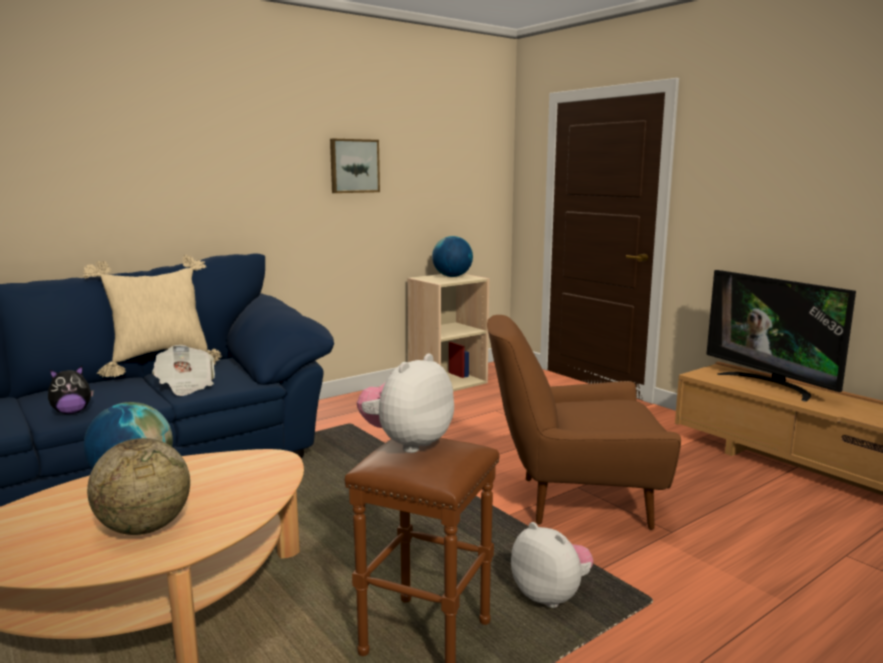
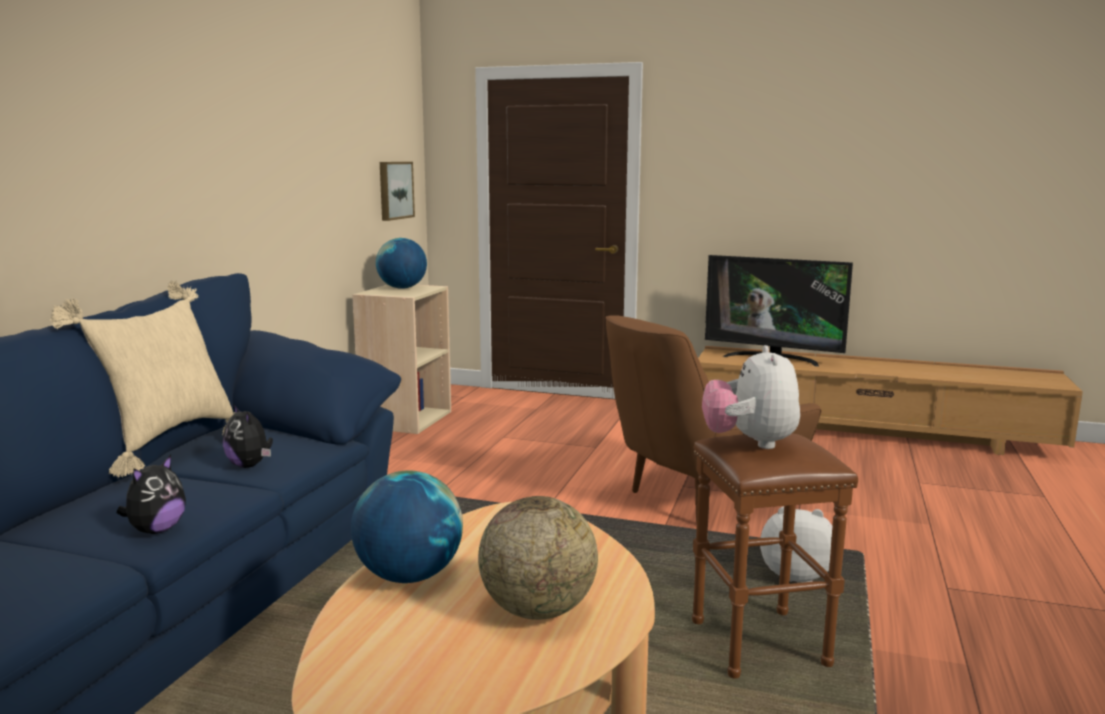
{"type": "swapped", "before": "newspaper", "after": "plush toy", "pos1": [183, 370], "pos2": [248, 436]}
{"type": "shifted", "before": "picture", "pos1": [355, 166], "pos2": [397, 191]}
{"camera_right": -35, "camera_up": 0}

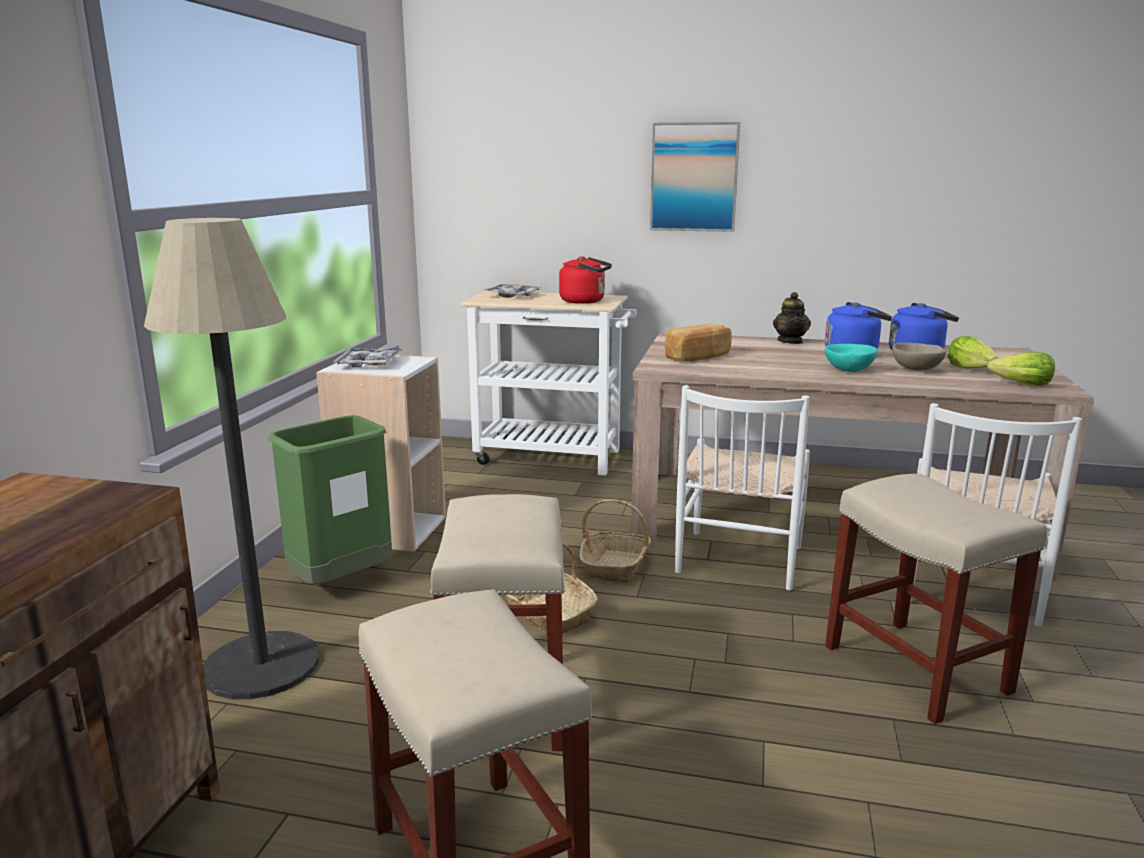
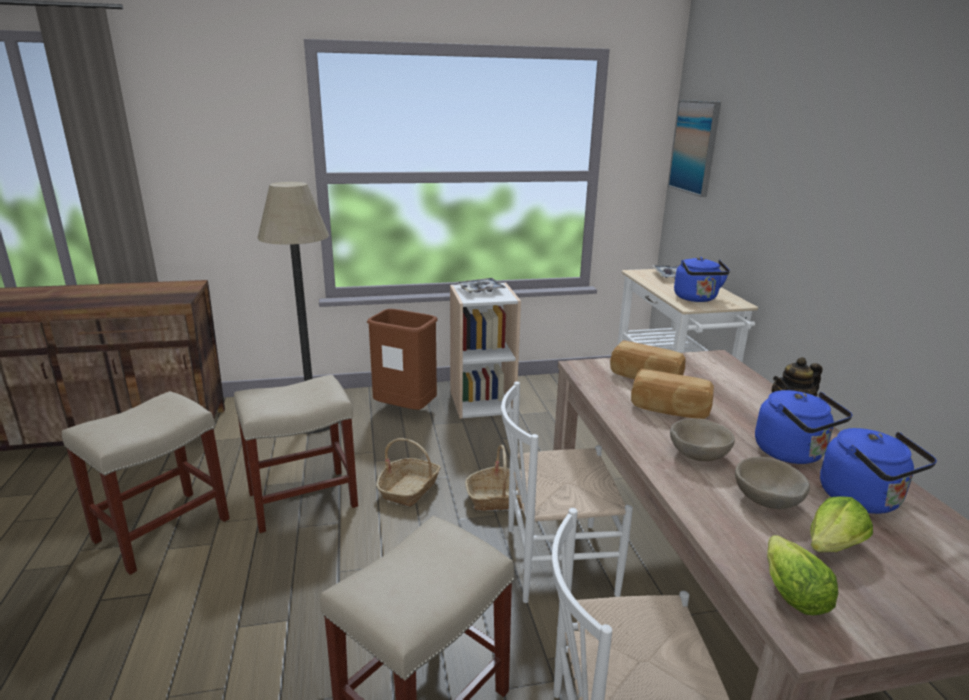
{"type": "repainted", "before": "green trash can", "after": "brown trash can", "pos1": [330, 500], "pos2": [402, 359]}
{"type": "new", "after": "bread", "pos2": [672, 394]}
{"type": "shifted", "before": "picture", "pos1": [695, 177], "pos2": [694, 148]}
{"type": "repainted", "before": "turquoise bowl", "after": "beige bowl", "pos1": [851, 358], "pos2": [702, 439]}
{"type": "repainted", "before": "red kettle", "after": "blue kettle", "pos1": [585, 280], "pos2": [702, 279]}
{"camera_right": 65, "camera_up": 5}

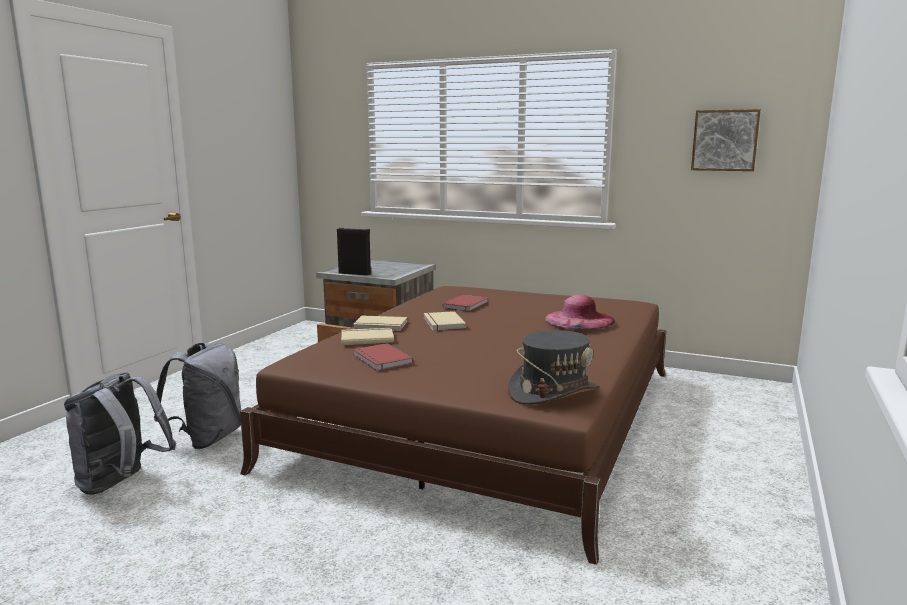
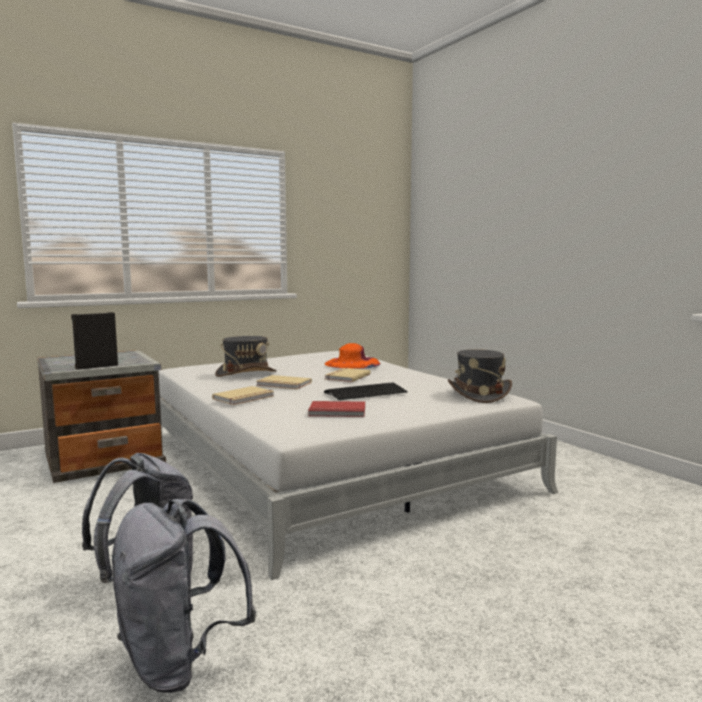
{"type": "repainted", "before": "brown bed", "after": "white bed", "pos1": [453, 425], "pos2": [358, 465]}
{"type": "swapped", "before": "red book", "after": "grey hat", "pos1": [465, 303], "pos2": [245, 356]}
{"type": "repainted", "before": "pink hat", "after": "orange hat", "pos1": [580, 312], "pos2": [352, 356]}
{"type": "new", "after": "keyboard", "pos2": [366, 391]}
{"type": "shifted", "before": "beige book", "pos1": [367, 336], "pos2": [348, 375]}
{"type": "gone", "before": "picture", "pos1": [726, 140]}
{"camera_right": -55, "camera_up": -5}

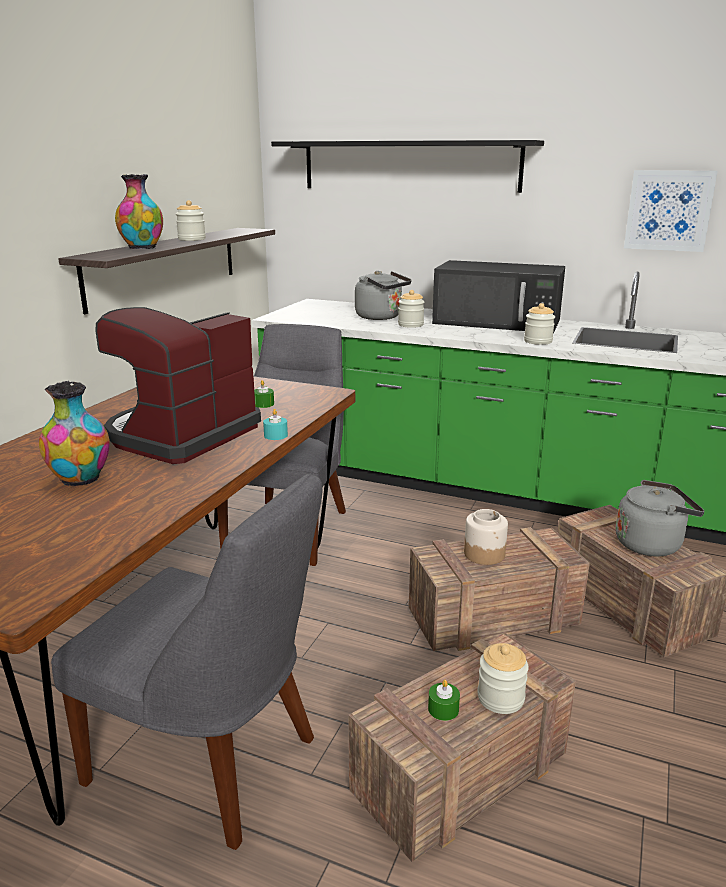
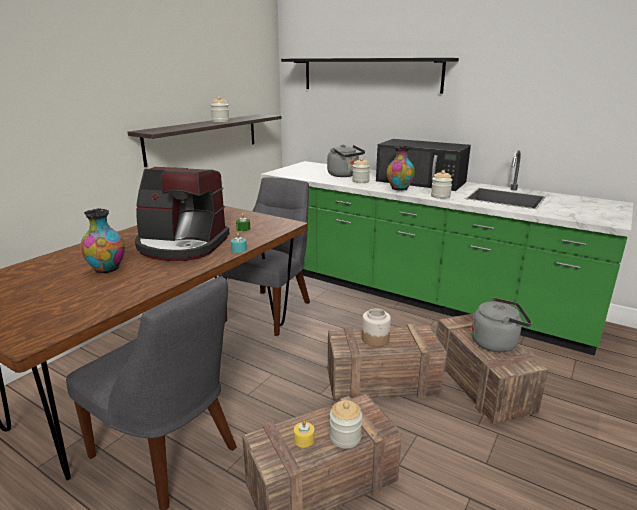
{"type": "rotated", "before": "coffee machine", "pos1": [178, 385], "pos2": [182, 214], "turn": -120}
{"type": "repainted", "before": "green candle", "after": "yellow candle", "pos1": [444, 700], "pos2": [304, 434]}
{"type": "shifted", "before": "vase", "pos1": [139, 211], "pos2": [401, 168]}
{"type": "gone", "before": "picture", "pos1": [671, 211]}
{"camera_right": 10, "camera_up": 0}

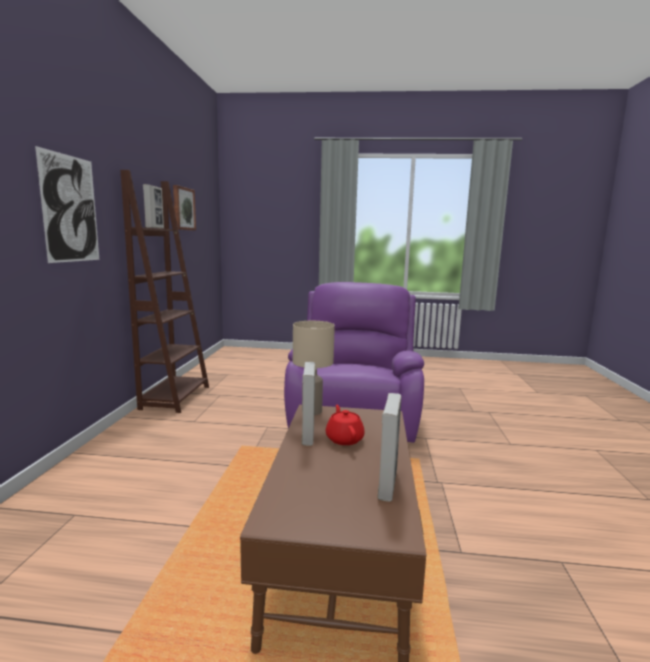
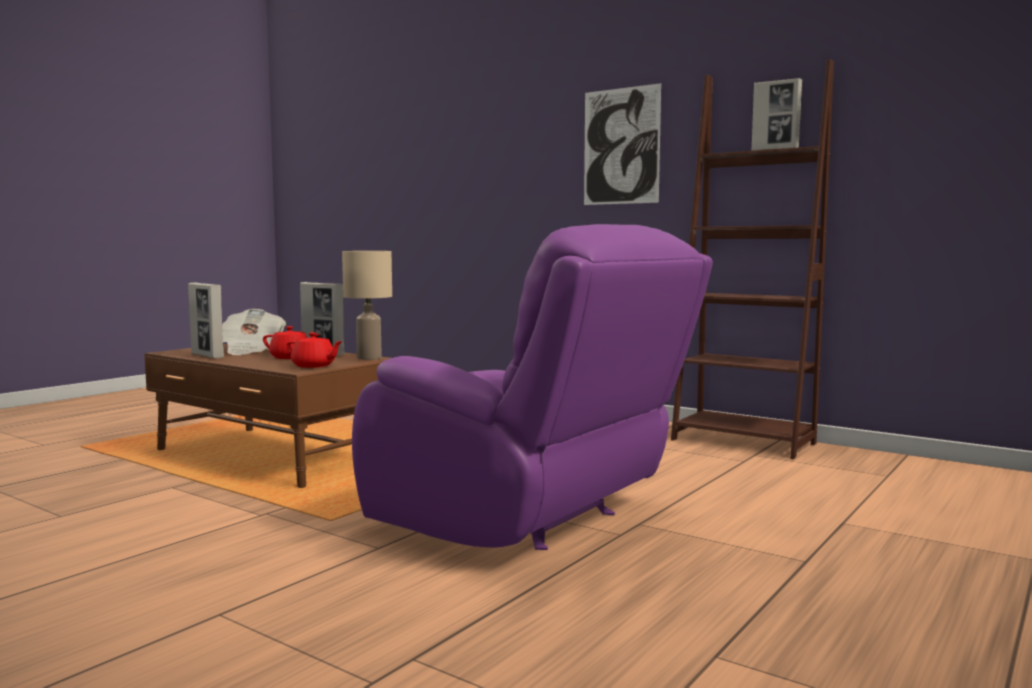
{"type": "new", "after": "newspaper", "pos2": [254, 332]}
{"type": "new", "after": "red teapot", "pos2": [314, 350]}
{"type": "gone", "before": "picture", "pos1": [184, 208]}
{"camera_right": 120, "camera_up": -5}

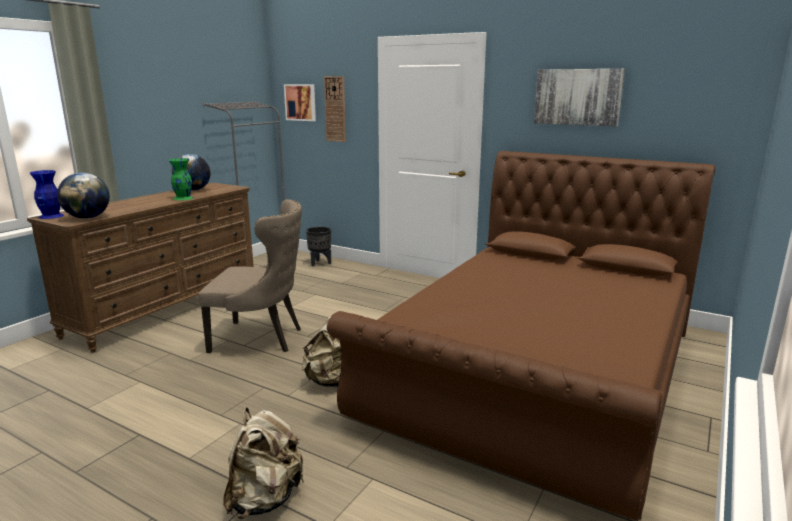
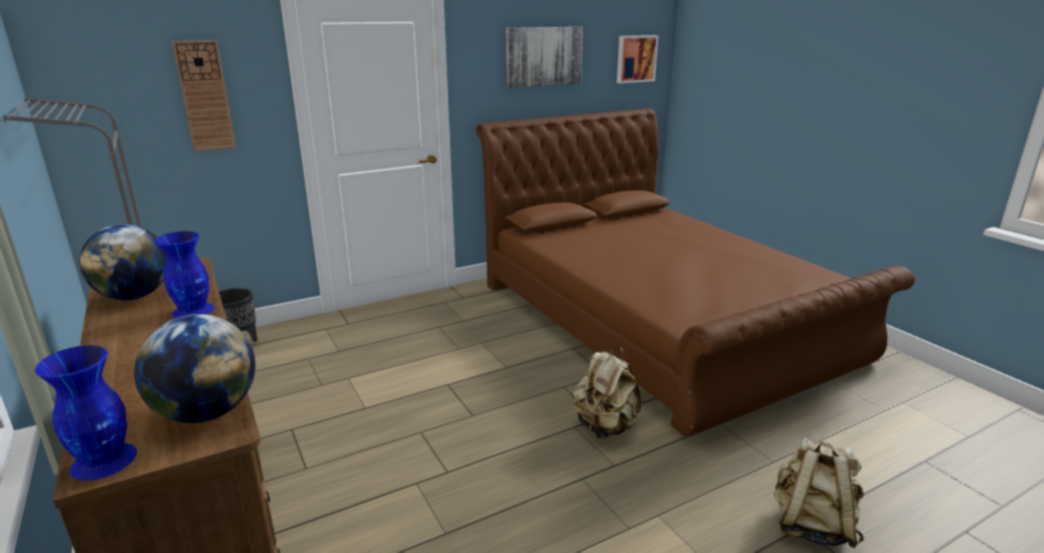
{"type": "repainted", "before": "green vase", "after": "blue vase", "pos1": [181, 179], "pos2": [185, 274]}
{"type": "shifted", "before": "picture", "pos1": [300, 102], "pos2": [638, 59]}
{"type": "gone", "before": "beige chair", "pos1": [250, 276]}
{"camera_right": -60, "camera_up": 5}

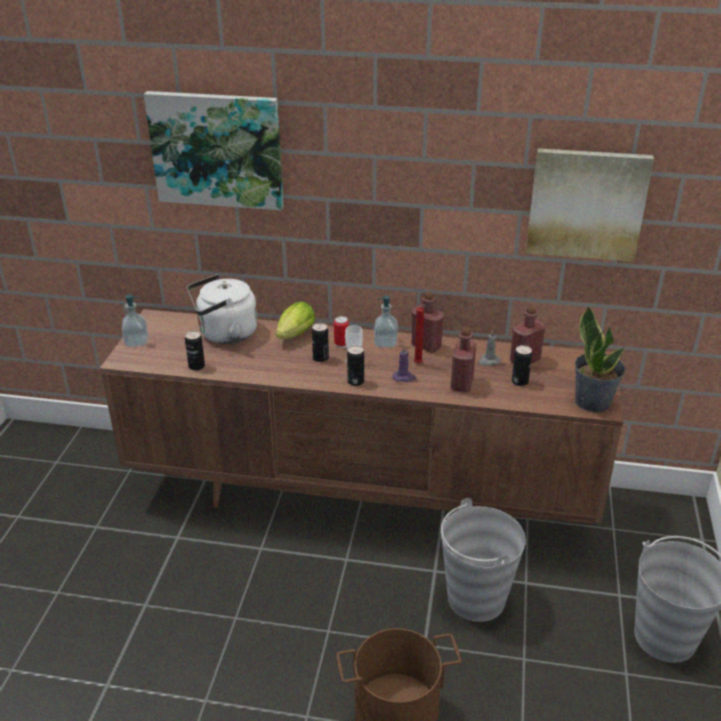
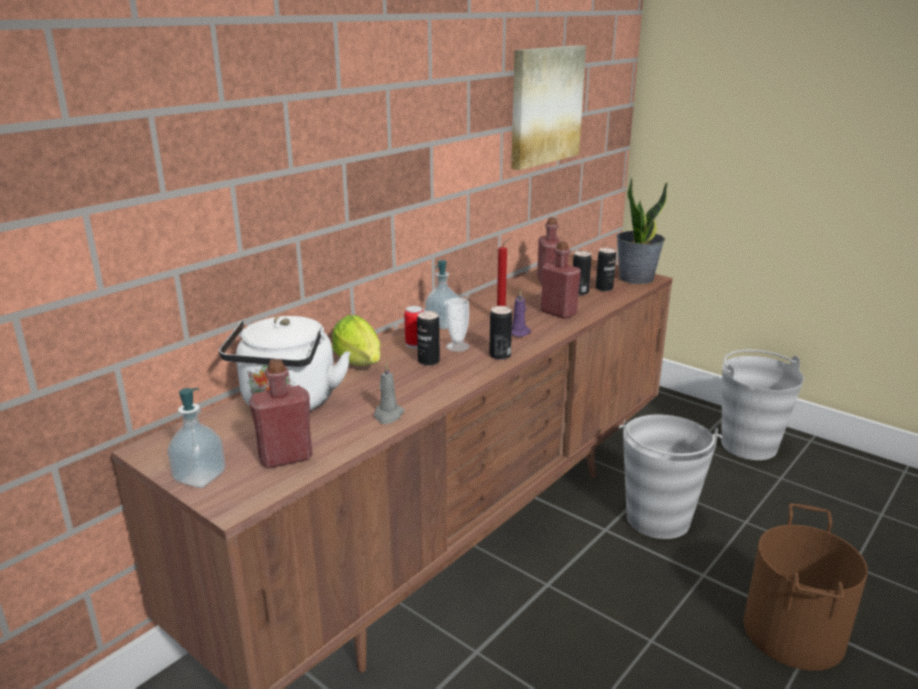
{"type": "shifted", "before": "red bottle", "pos1": [427, 322], "pos2": [280, 413]}
{"type": "shifted", "before": "grey candle", "pos1": [489, 348], "pos2": [389, 393]}
{"type": "shifted", "before": "can", "pos1": [195, 351], "pos2": [606, 269]}
{"type": "gone", "before": "picture", "pos1": [213, 150]}
{"camera_right": -60, "camera_up": -10}

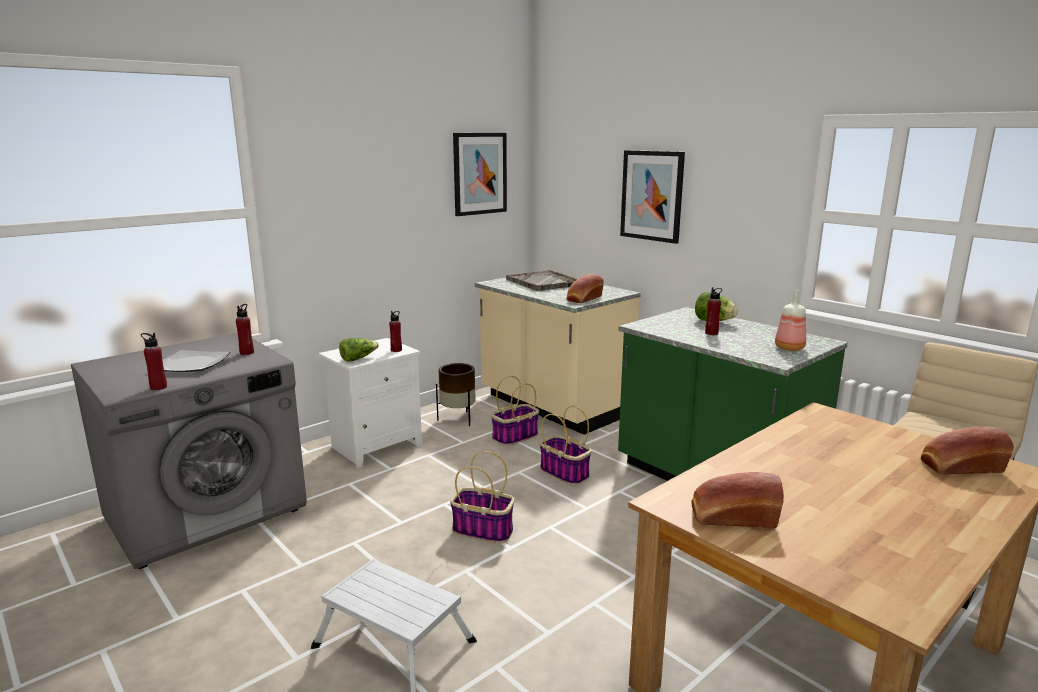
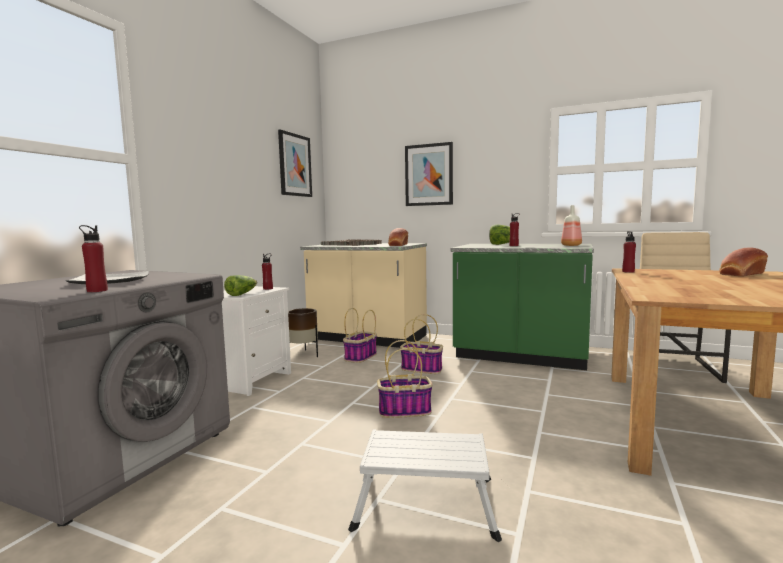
{"type": "shifted", "before": "red bottle", "pos1": [245, 329], "pos2": [629, 252]}
{"type": "gone", "before": "bread", "pos1": [737, 500]}
{"camera_right": -25, "camera_up": -10}

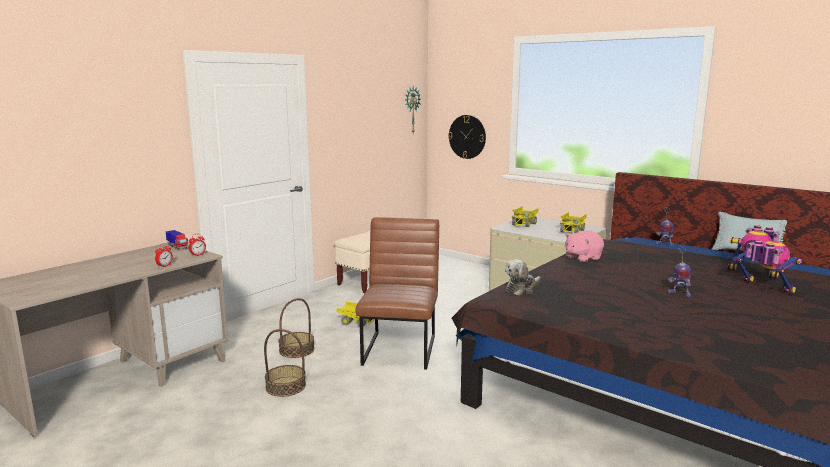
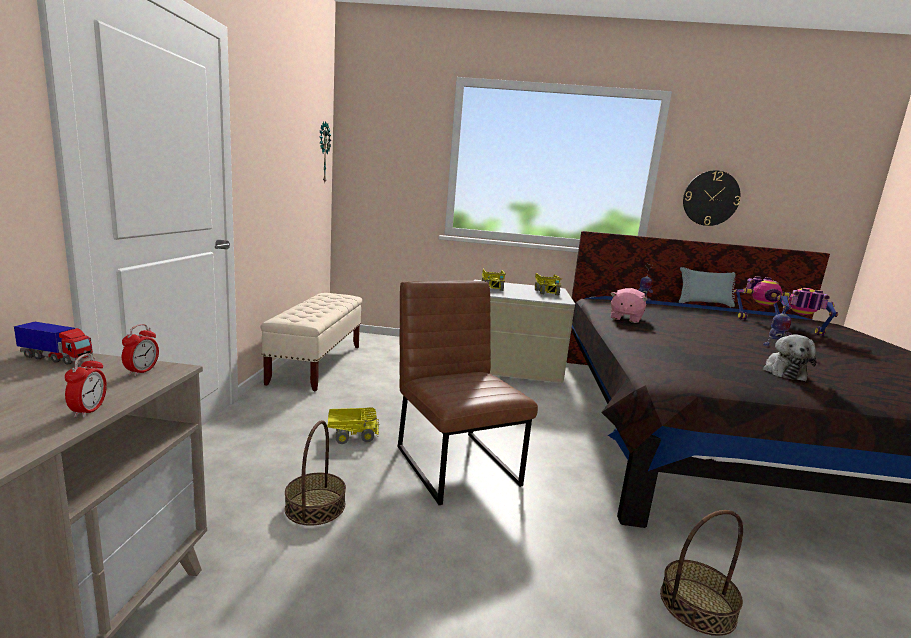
{"type": "shifted", "before": "basket", "pos1": [285, 363], "pos2": [701, 573]}
{"type": "shifted", "before": "wall clock", "pos1": [467, 137], "pos2": [711, 198]}
{"type": "shifted", "before": "plush toy", "pos1": [523, 277], "pos2": [790, 357]}
{"camera_right": -35, "camera_up": 0}

